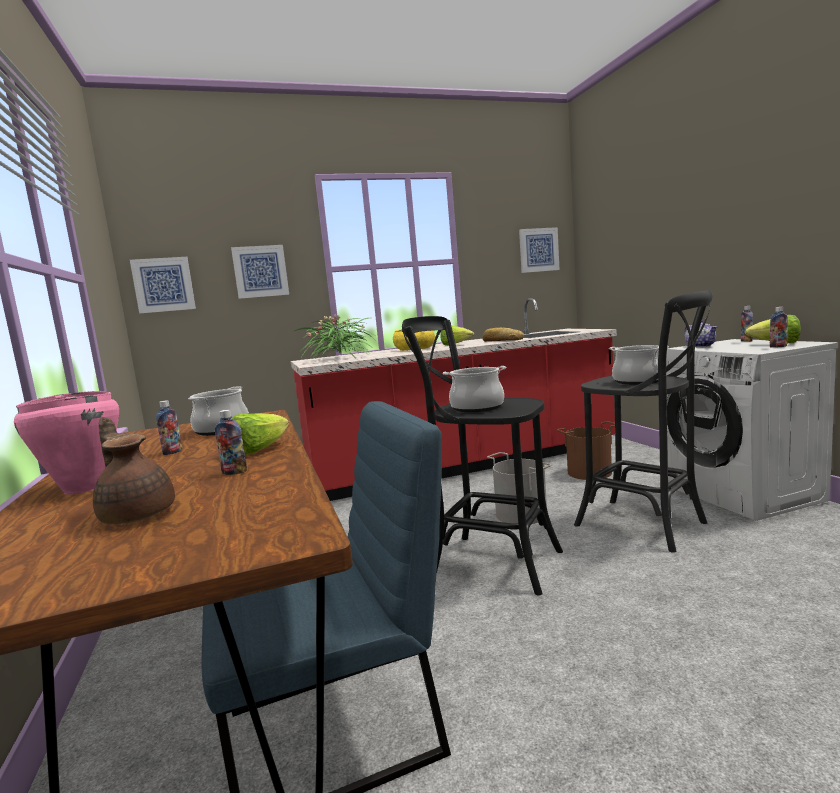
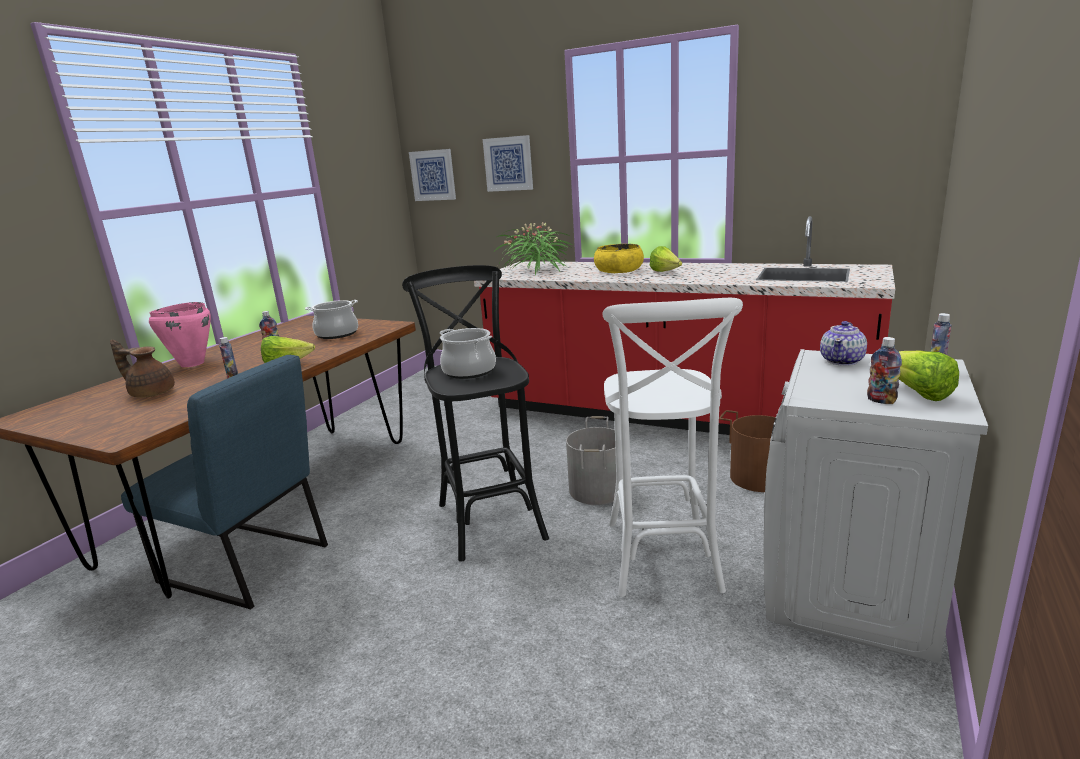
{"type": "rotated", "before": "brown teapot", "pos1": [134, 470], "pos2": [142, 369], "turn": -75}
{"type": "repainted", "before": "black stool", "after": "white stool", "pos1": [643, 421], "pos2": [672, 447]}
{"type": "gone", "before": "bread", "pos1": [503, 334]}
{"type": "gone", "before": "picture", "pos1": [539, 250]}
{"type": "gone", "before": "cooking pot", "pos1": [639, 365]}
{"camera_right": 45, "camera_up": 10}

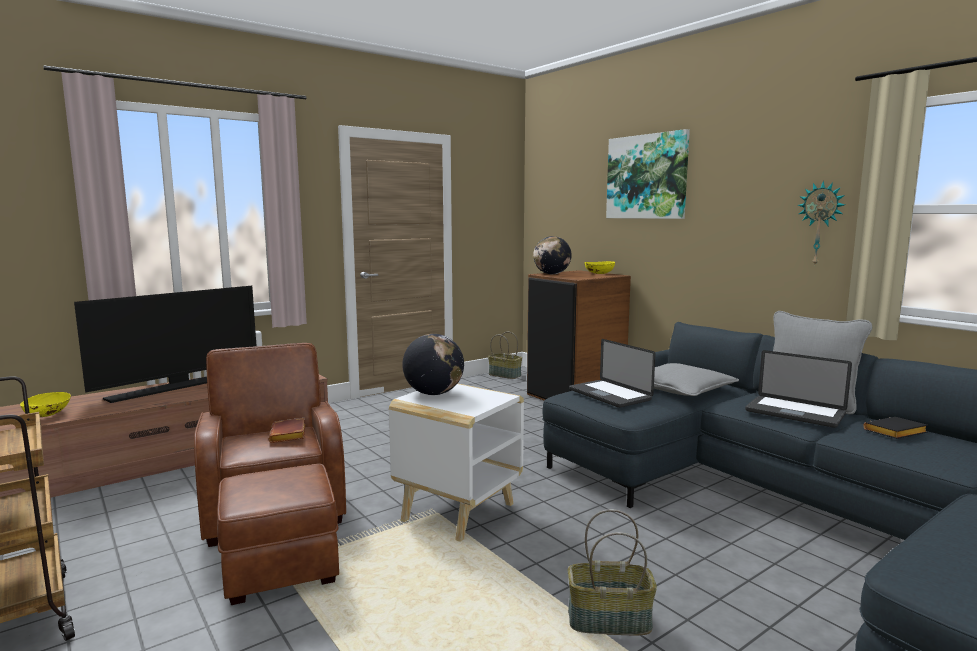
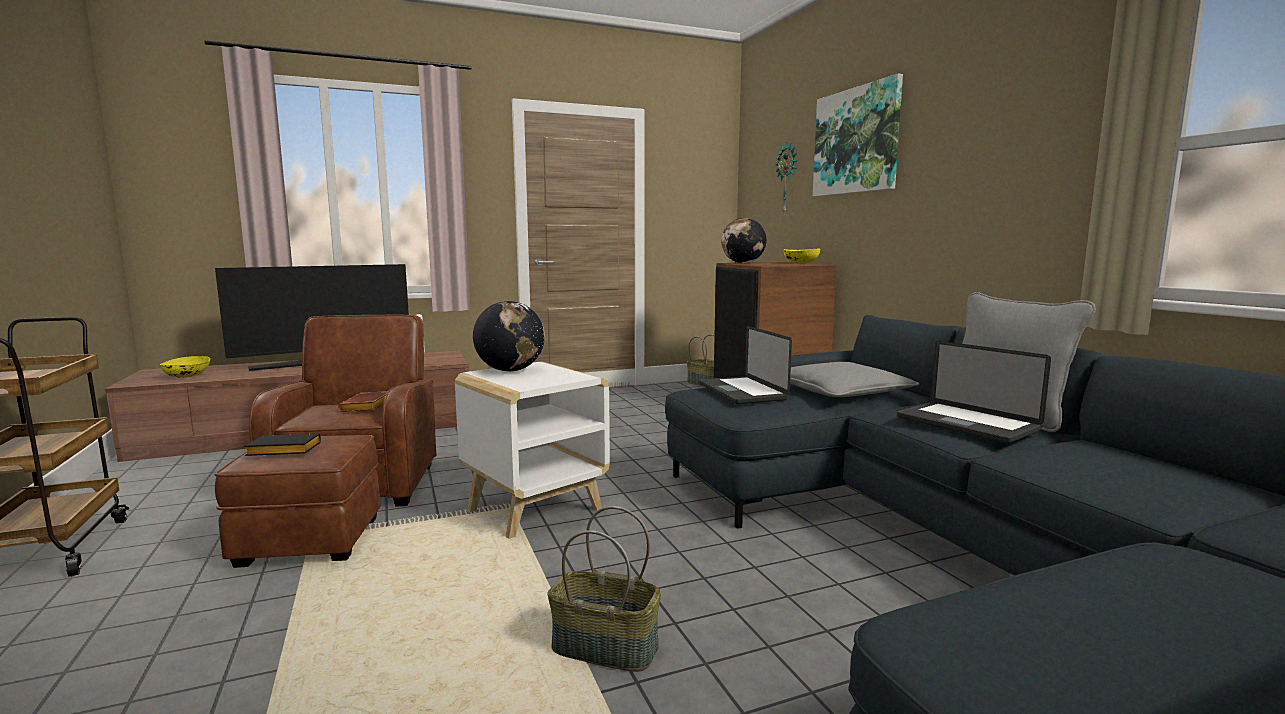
{"type": "shifted", "before": "black book", "pos1": [895, 428], "pos2": [282, 445]}
{"type": "shifted", "before": "wall clock", "pos1": [821, 223], "pos2": [786, 178]}
{"camera_right": 15, "camera_up": 0}

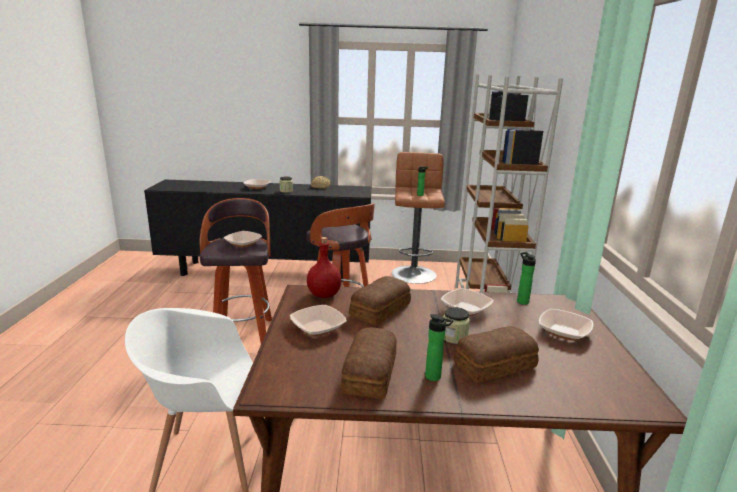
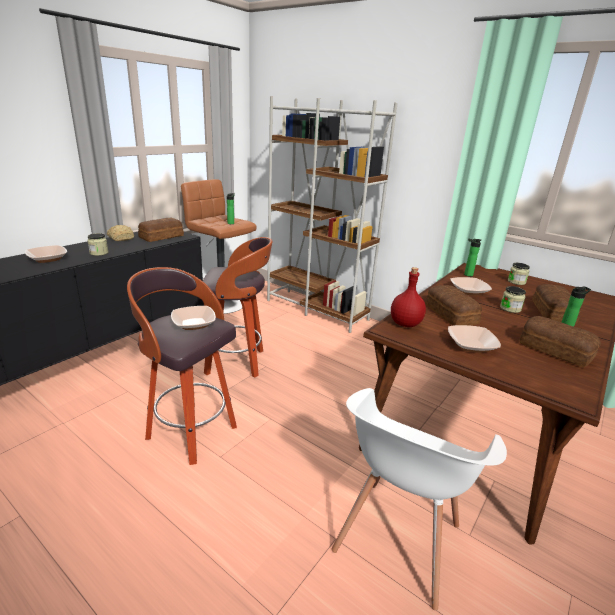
{"type": "new", "after": "bread", "pos2": [161, 230]}
{"type": "swapped", "before": "bowl", "after": "jar", "pos1": [566, 325], "pos2": [519, 274]}
{"camera_right": -55, "camera_up": 5}

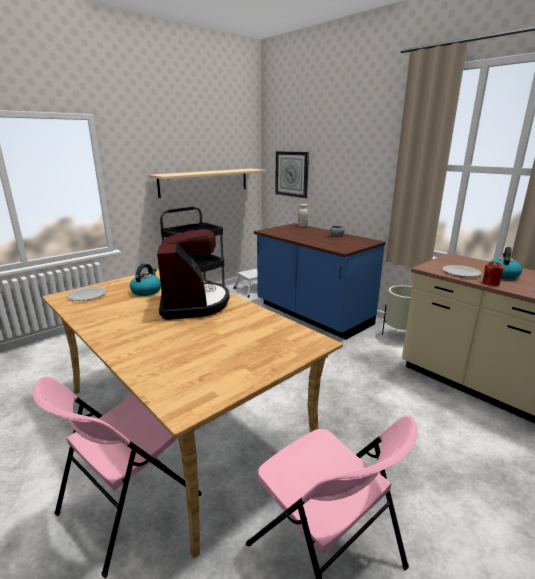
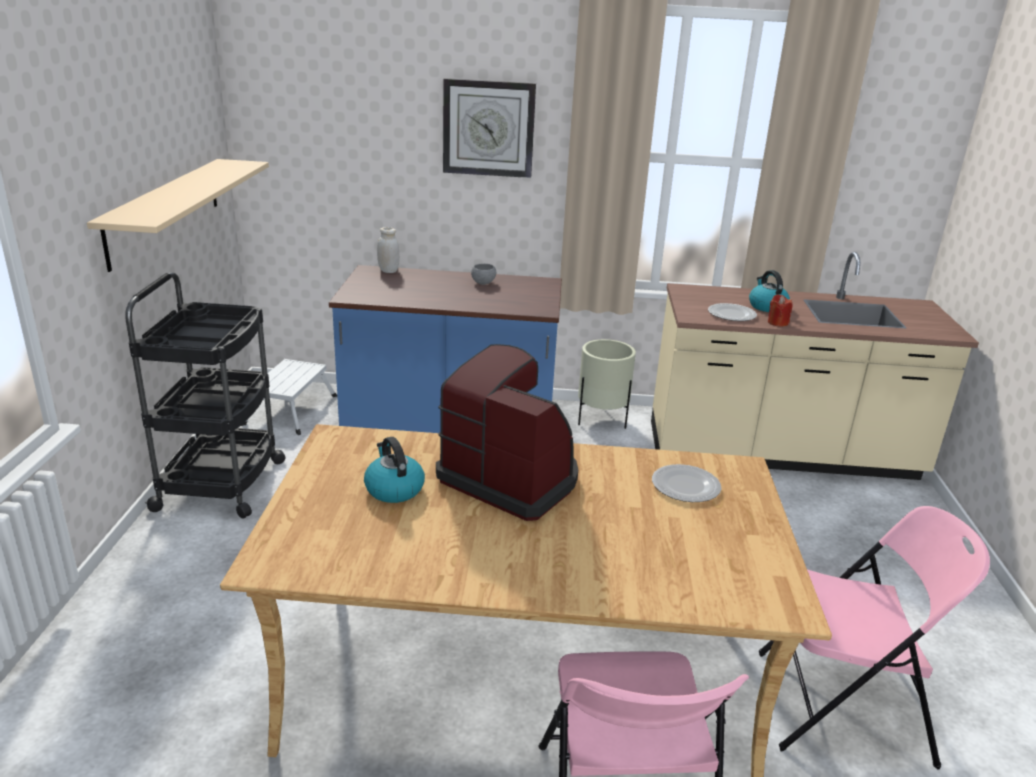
{"type": "shifted", "before": "wall clock", "pos1": [292, 174], "pos2": [489, 128]}
{"type": "shifted", "before": "plate", "pos1": [87, 294], "pos2": [687, 483]}
{"camera_right": -45, "camera_up": 5}

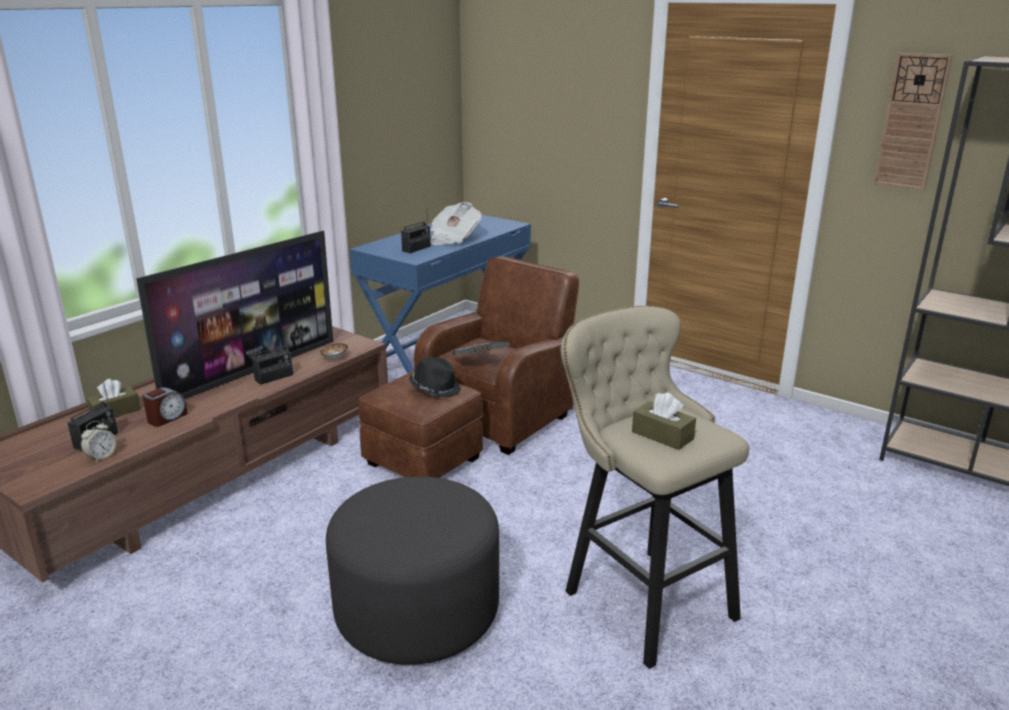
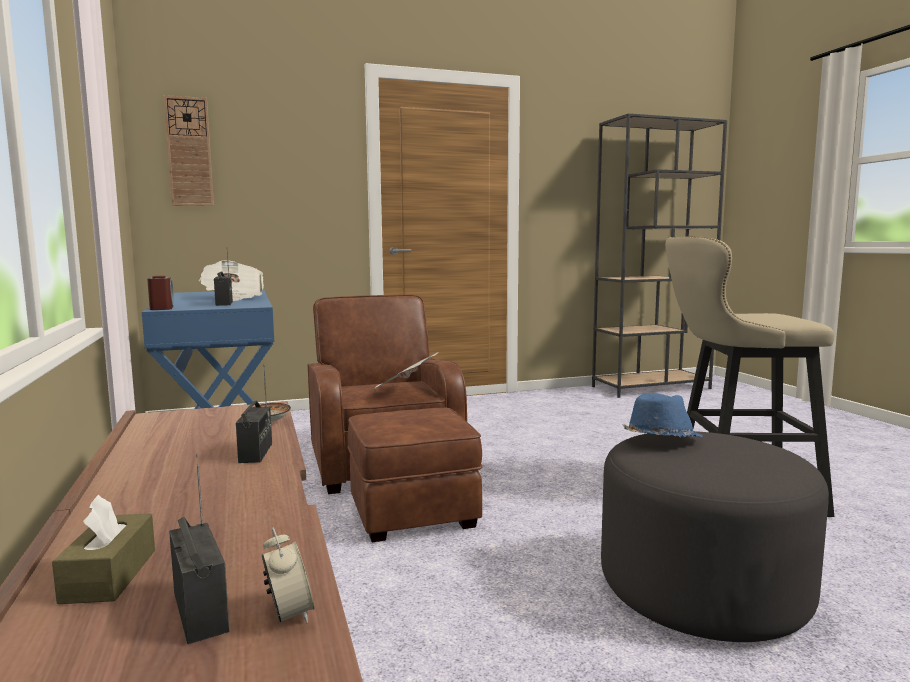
{"type": "shifted", "before": "alarm clock", "pos1": [165, 407], "pos2": [160, 293]}
{"type": "shifted", "before": "wall clock", "pos1": [913, 121], "pos2": [189, 150]}
{"type": "new", "after": "blue hat", "pos2": [663, 415]}
{"type": "gone", "before": "television", "pos1": [234, 315]}
{"type": "gone", "before": "black hat", "pos1": [435, 377]}
{"type": "gone", "before": "brown tissue box", "pos1": [664, 421]}
{"camera_right": -55, "camera_up": -15}

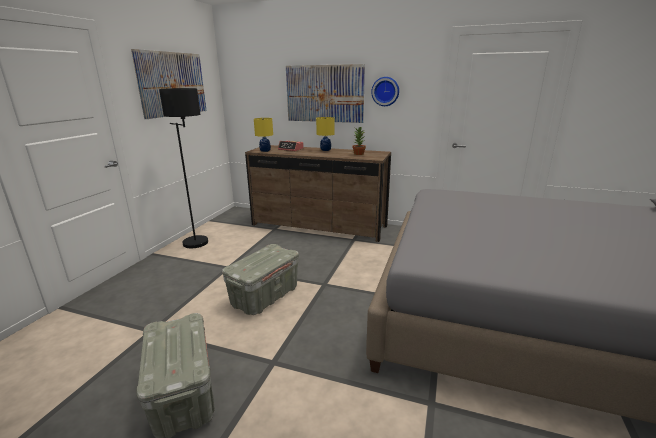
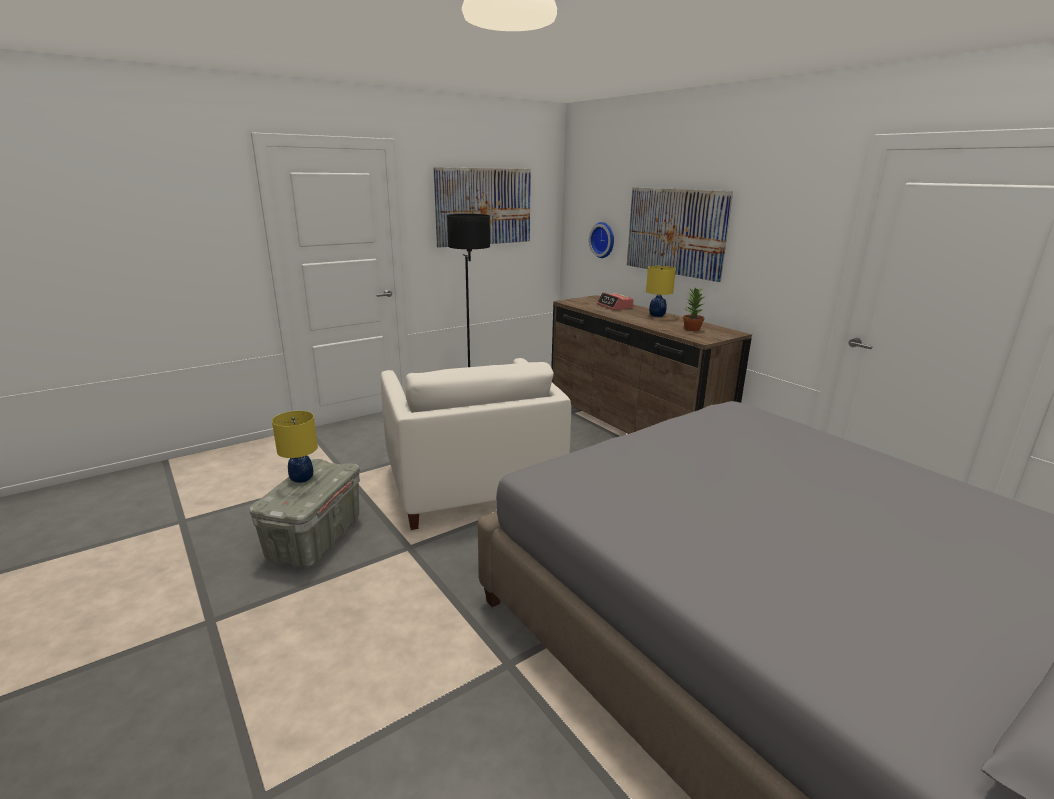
{"type": "shifted", "before": "yellow table lamp", "pos1": [263, 135], "pos2": [295, 447]}
{"type": "swapped", "before": "grey storage box", "after": "white armchair", "pos1": [260, 279], "pos2": [476, 444]}
{"type": "shifted", "before": "wall clock", "pos1": [385, 91], "pos2": [601, 240]}
{"camera_right": 35, "camera_up": 0}

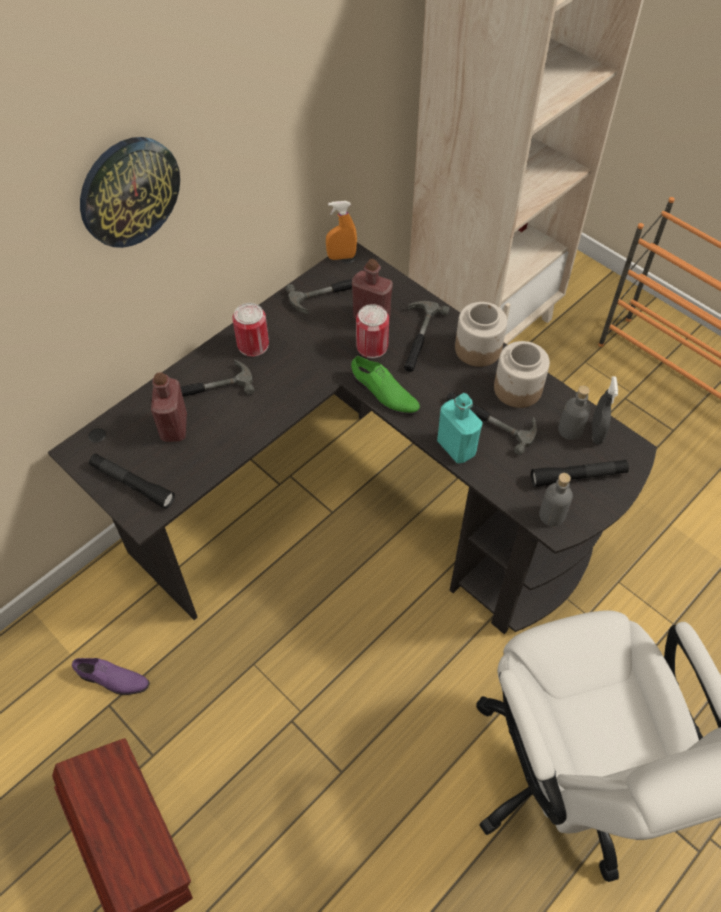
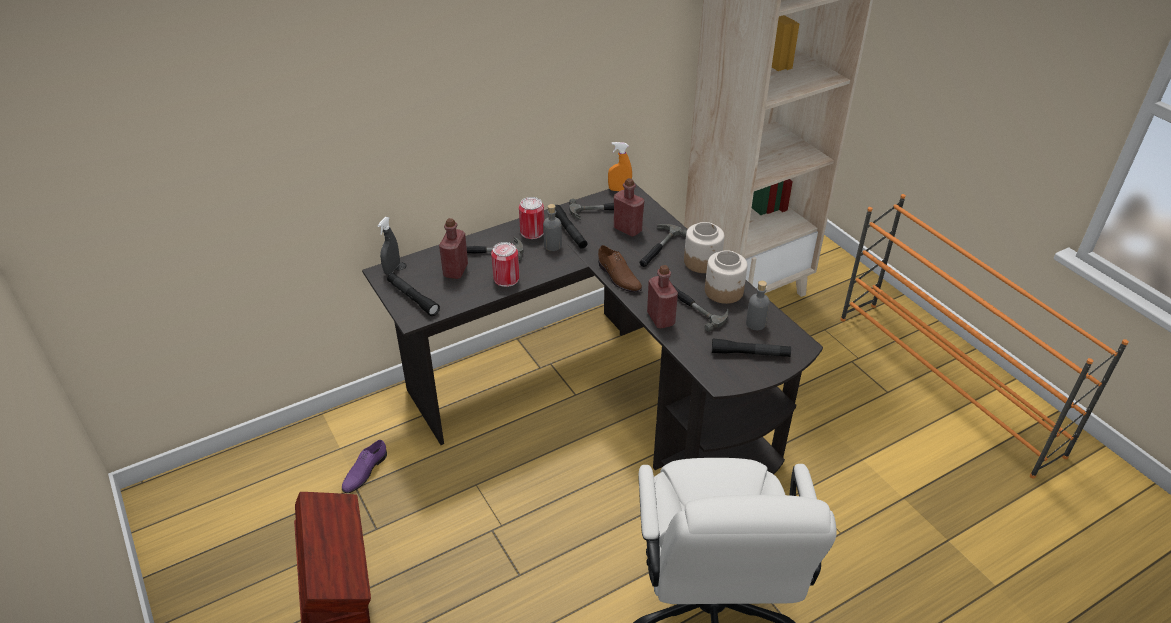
{"type": "rotated", "before": "purple shoe", "pos1": [111, 676], "pos2": [364, 466], "turn": 90}
{"type": "shifted", "before": "grey spray bottle", "pos1": [605, 410], "pos2": [388, 245]}
{"type": "shifted", "before": "can", "pos1": [372, 331], "pos2": [505, 264]}
{"type": "shifted", "before": "grey bottle", "pos1": [556, 499], "pos2": [552, 227]}
{"type": "new", "after": "black flashlight", "pos2": [571, 227]}
{"type": "repainted", "before": "green shoe", "after": "brown shoe", "pos1": [386, 385], "pos2": [620, 269]}
{"type": "repainted", "before": "turquoise bottle", "after": "red bottle", "pos1": [460, 428], "pos2": [662, 297]}
{"type": "gone", "before": "wall clock", "pos1": [130, 192]}
{"camera_right": 15, "camera_up": -15}

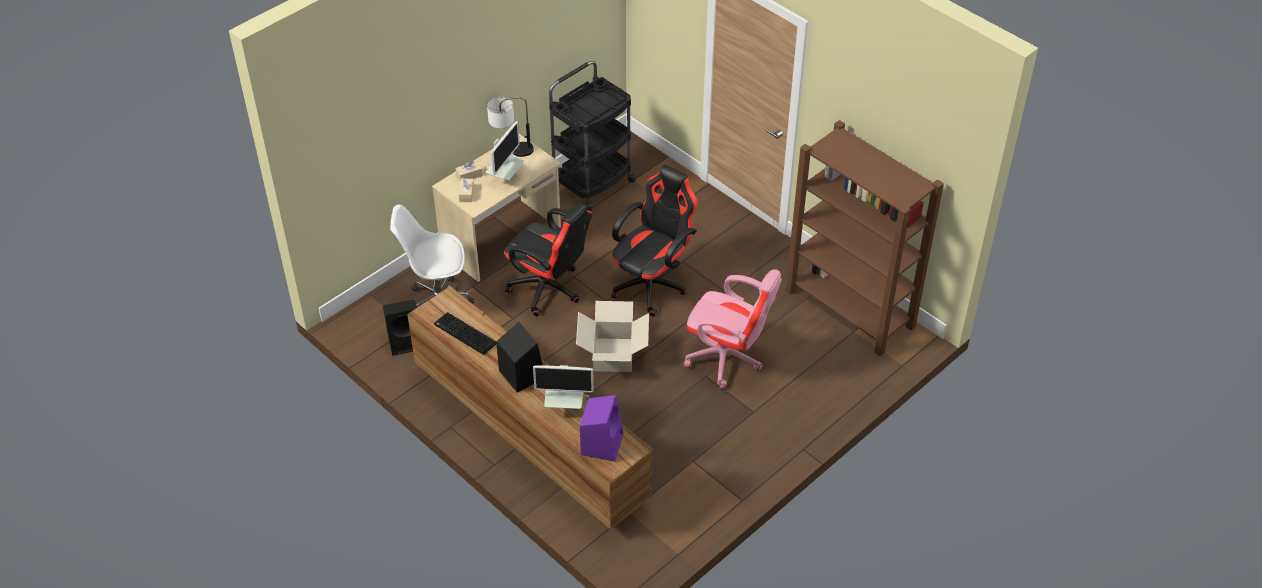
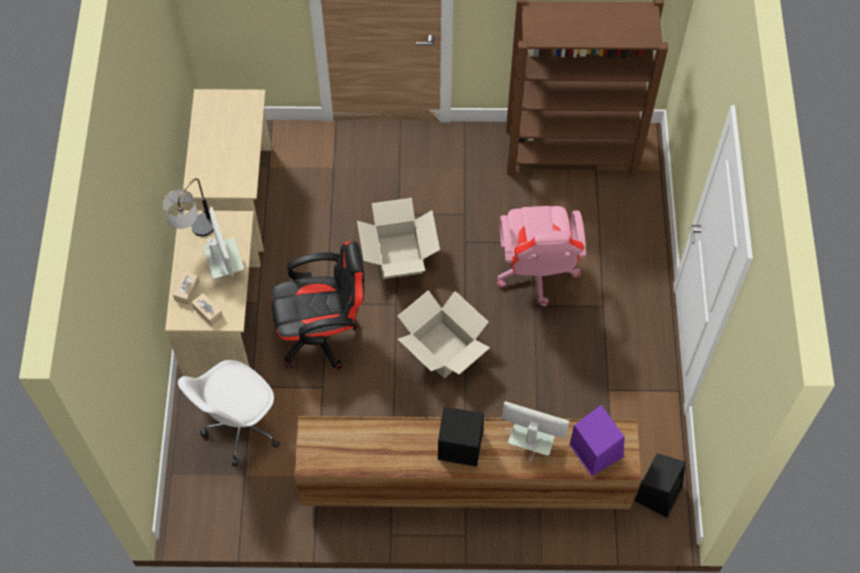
{"type": "swapped", "before": "black cart", "after": "beige desk", "pos1": [592, 136], "pos2": [227, 170]}
{"type": "swapped", "before": "black office chair", "after": "cardboard box", "pos1": [654, 241], "pos2": [398, 238]}
{"type": "rotated", "before": "pink office chair", "pos1": [733, 329], "pos2": [541, 256], "turn": 105}
{"type": "rotated", "before": "monitor", "pos1": [563, 387], "pos2": [535, 432], "turn": -120}
{"type": "shifted", "before": "black speaker", "pos1": [400, 328], "pos2": [660, 486]}
{"type": "gone", "before": "keyboard", "pos1": [465, 333]}
{"camera_right": -45, "camera_up": 15}

